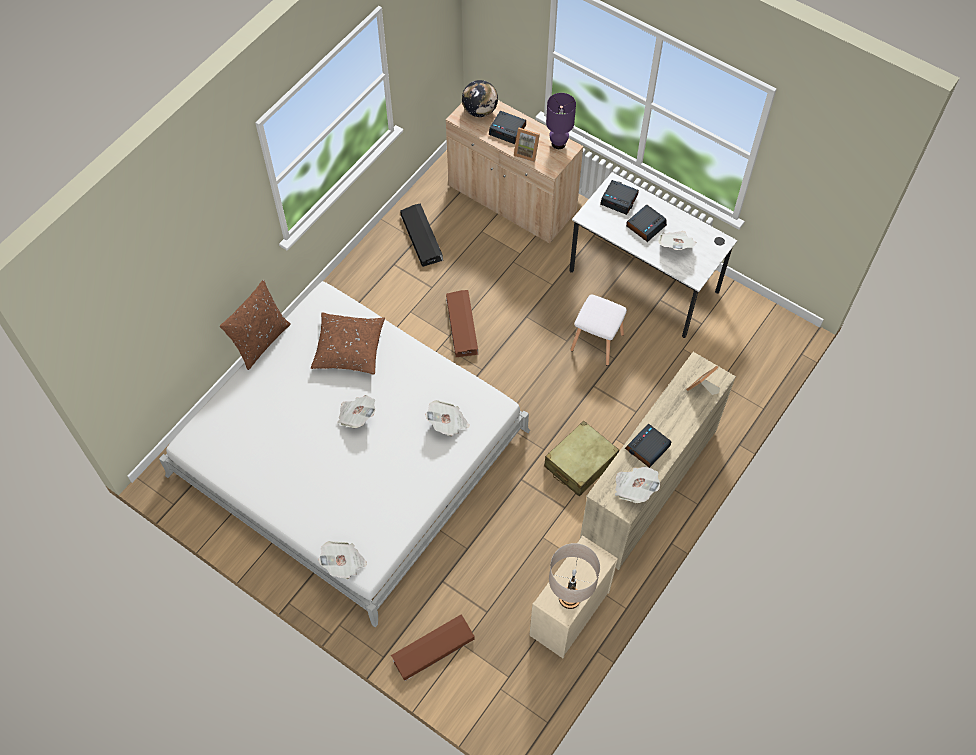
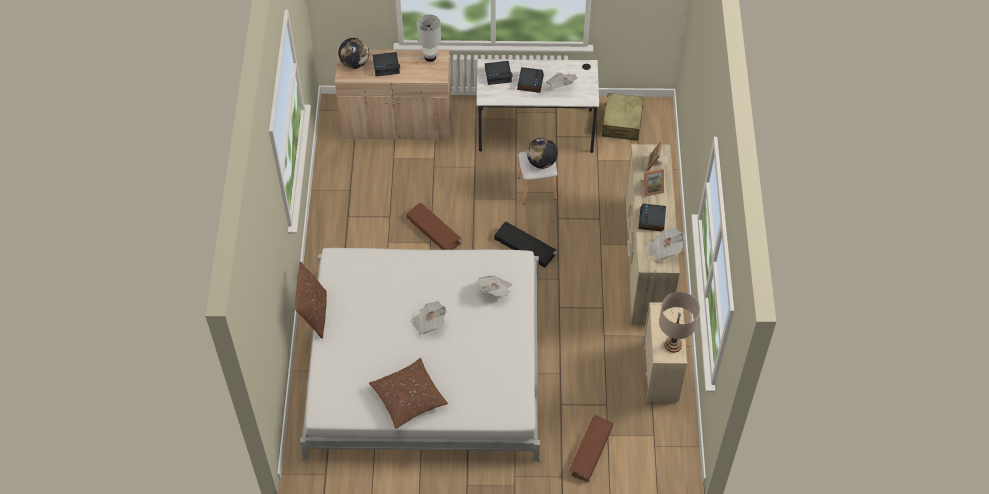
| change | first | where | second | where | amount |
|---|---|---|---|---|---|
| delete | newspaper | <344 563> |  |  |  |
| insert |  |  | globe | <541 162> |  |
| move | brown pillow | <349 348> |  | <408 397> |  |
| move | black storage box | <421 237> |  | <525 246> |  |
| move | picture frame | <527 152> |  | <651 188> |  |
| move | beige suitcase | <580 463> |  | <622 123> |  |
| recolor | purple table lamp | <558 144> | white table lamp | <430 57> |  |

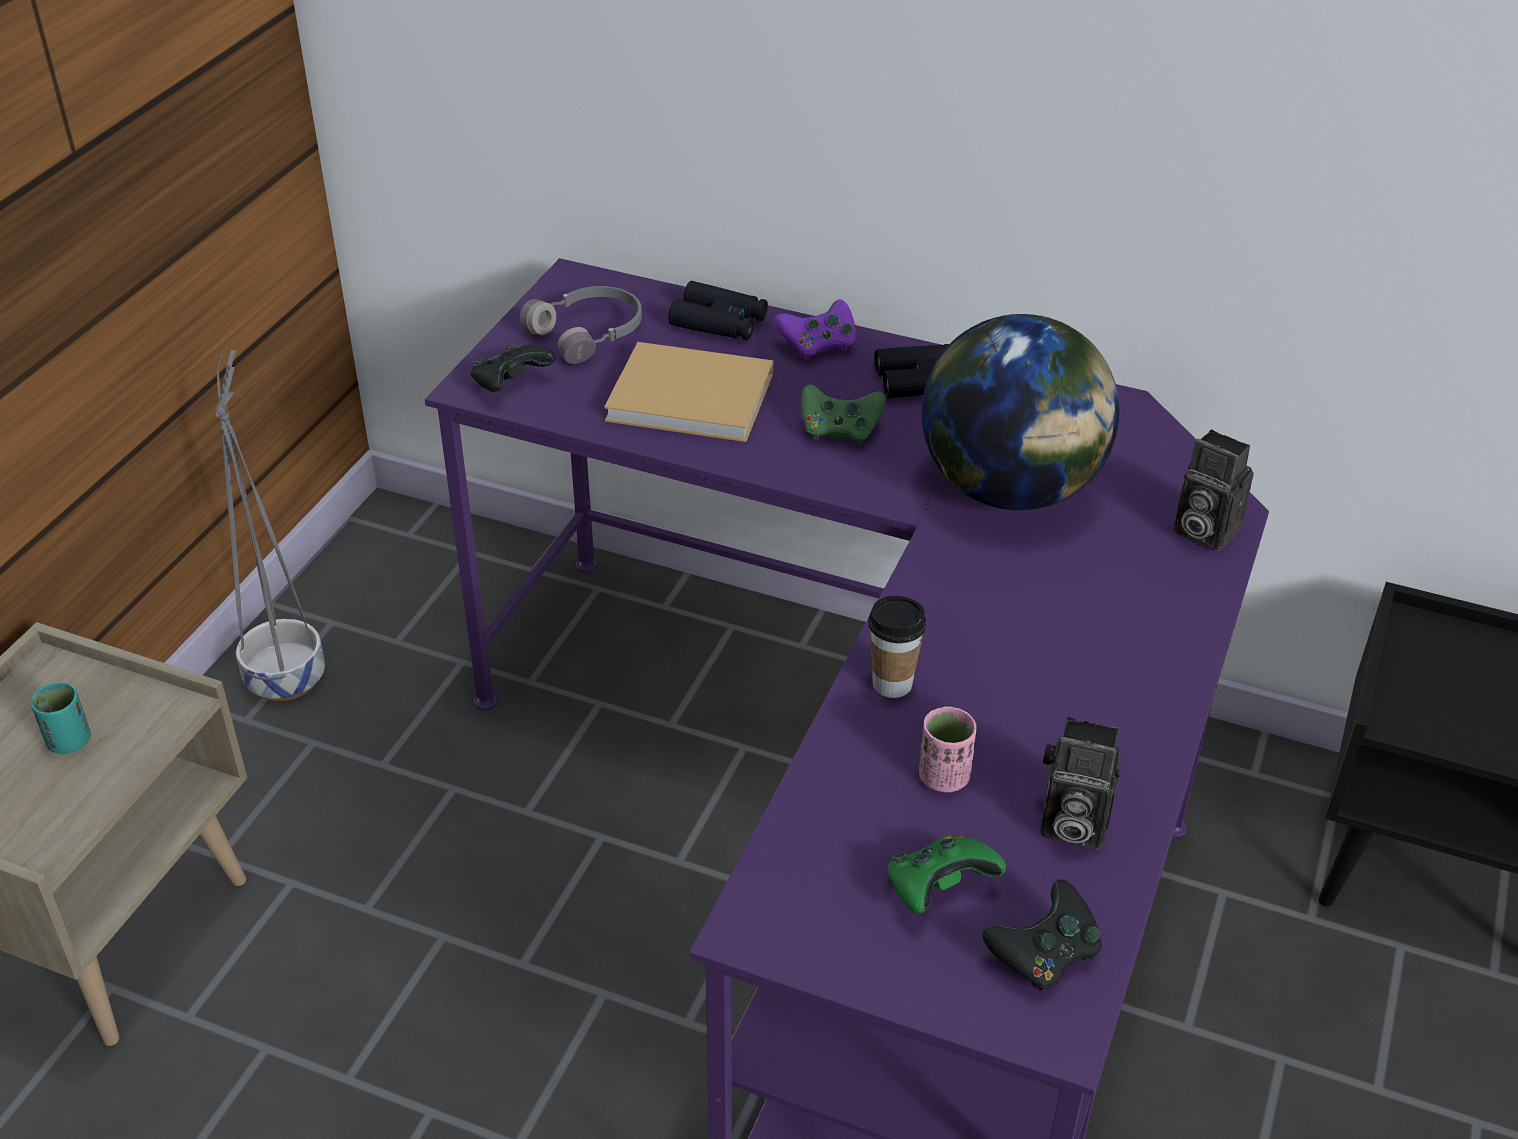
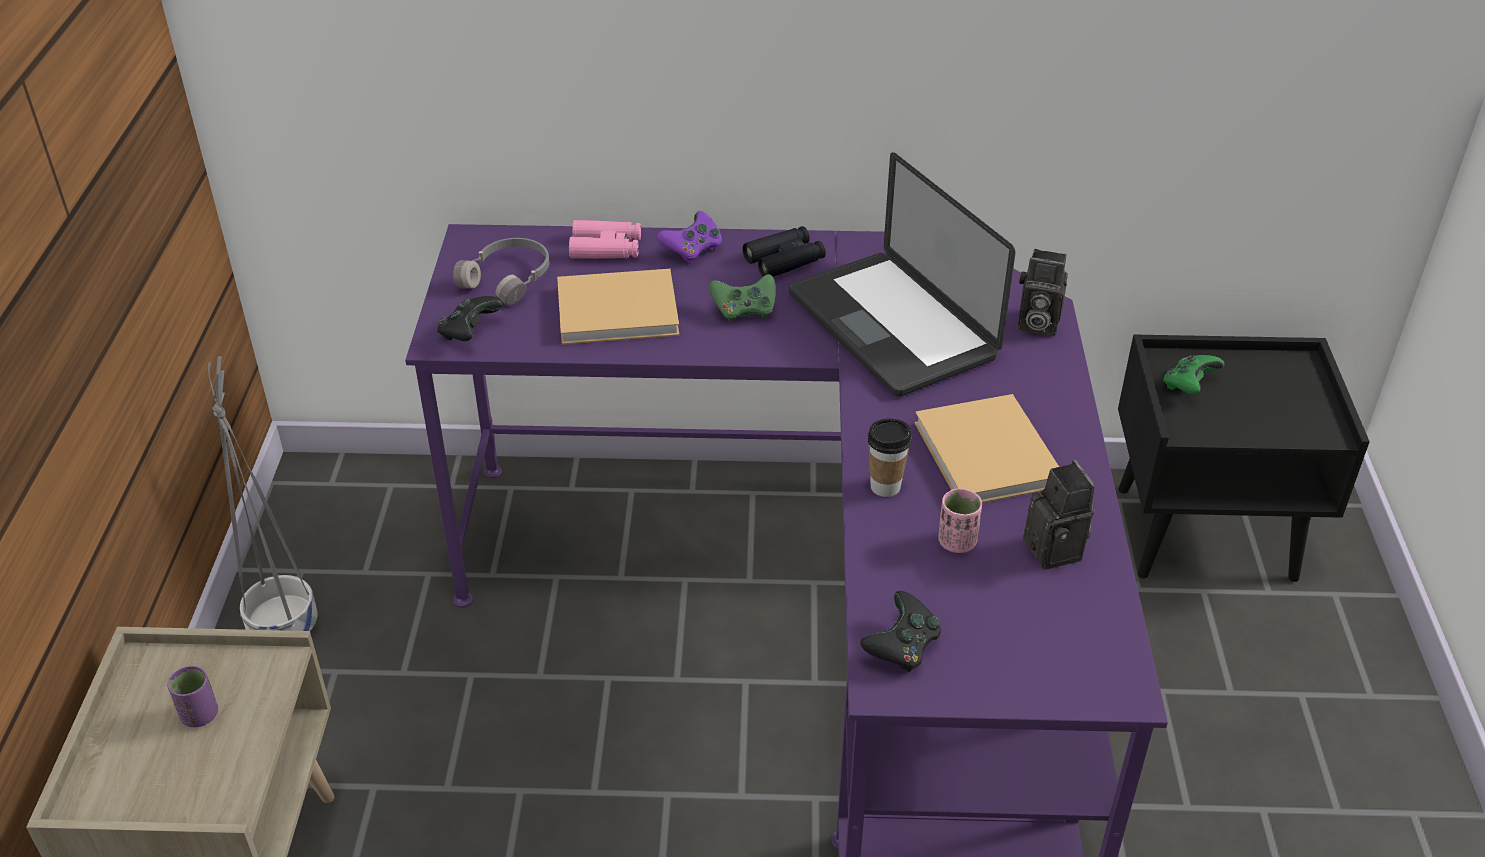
| change | first | where | second | where | amount |
|---|---|---|---|---|---|
| insert |  |  | beige book | <988 457> |  |
| move | green game controller | <938 889> |  | <1188 385> |  |
| move | black game controller | <1043 956> |  | <902 648> |  |
| replace | globe | <1011 489> | laptop | <891 326> |  |
| recolor | turquoise cup | <69 742> | purple cup | <200 715> |  |
| recolor | black binoculars | <719 322> | pink binoculars | <606 248> |  |
| rotate | photo camera | <1069 824> |  | <1058 551> | 105 degrees counterclockwise |

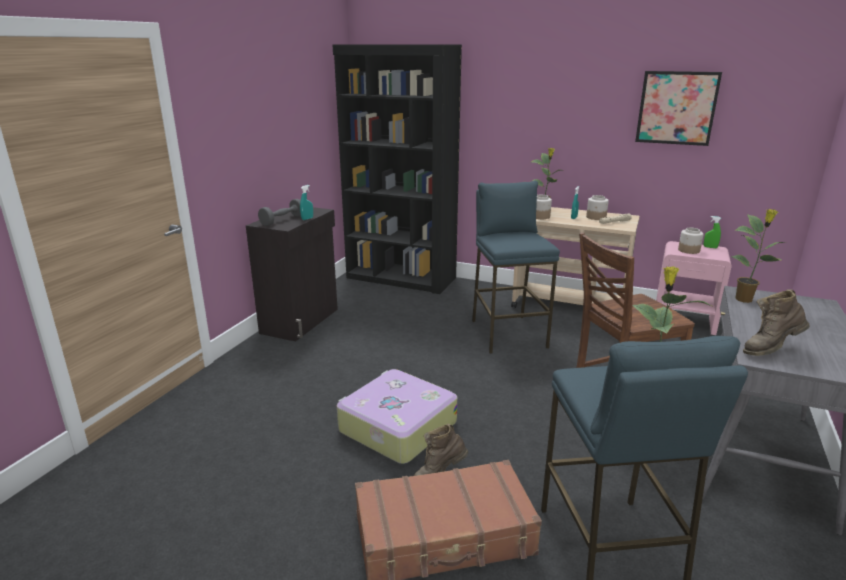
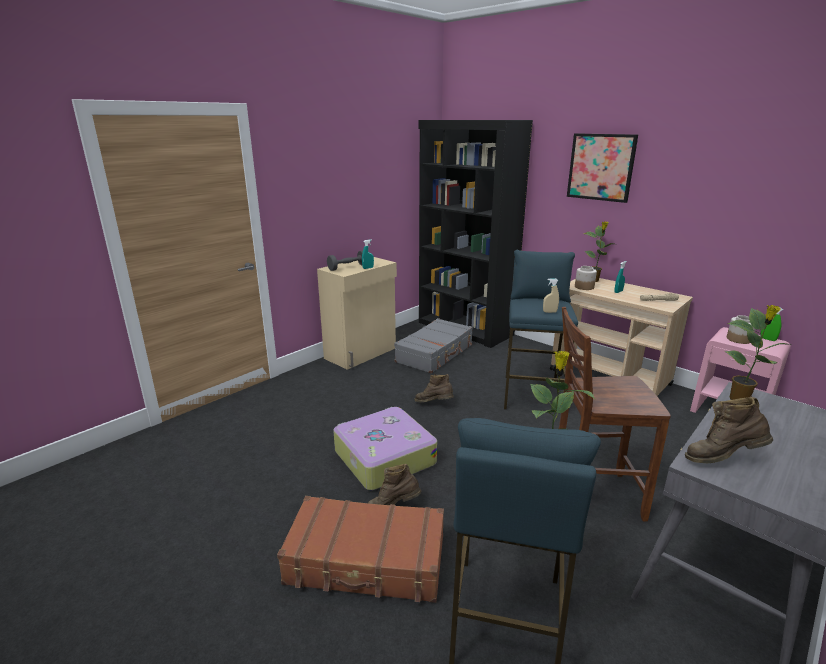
| change | first | where | second | where | amount |
|---|---|---|---|---|---|
| delete | jar | <596 217> |  |  |  |
| insert |  |  | grey suitcase | <435 353> |  |
| insert |  |  | brown boot | <434 404> |  |
| insert |  |  | beige spray bottle | <549 312> |  |
| move | picture | <676 108> |  | <601 167> |  |
| recolor | black cabinet | <301 321> | beige cabinet | <361 353> |  |

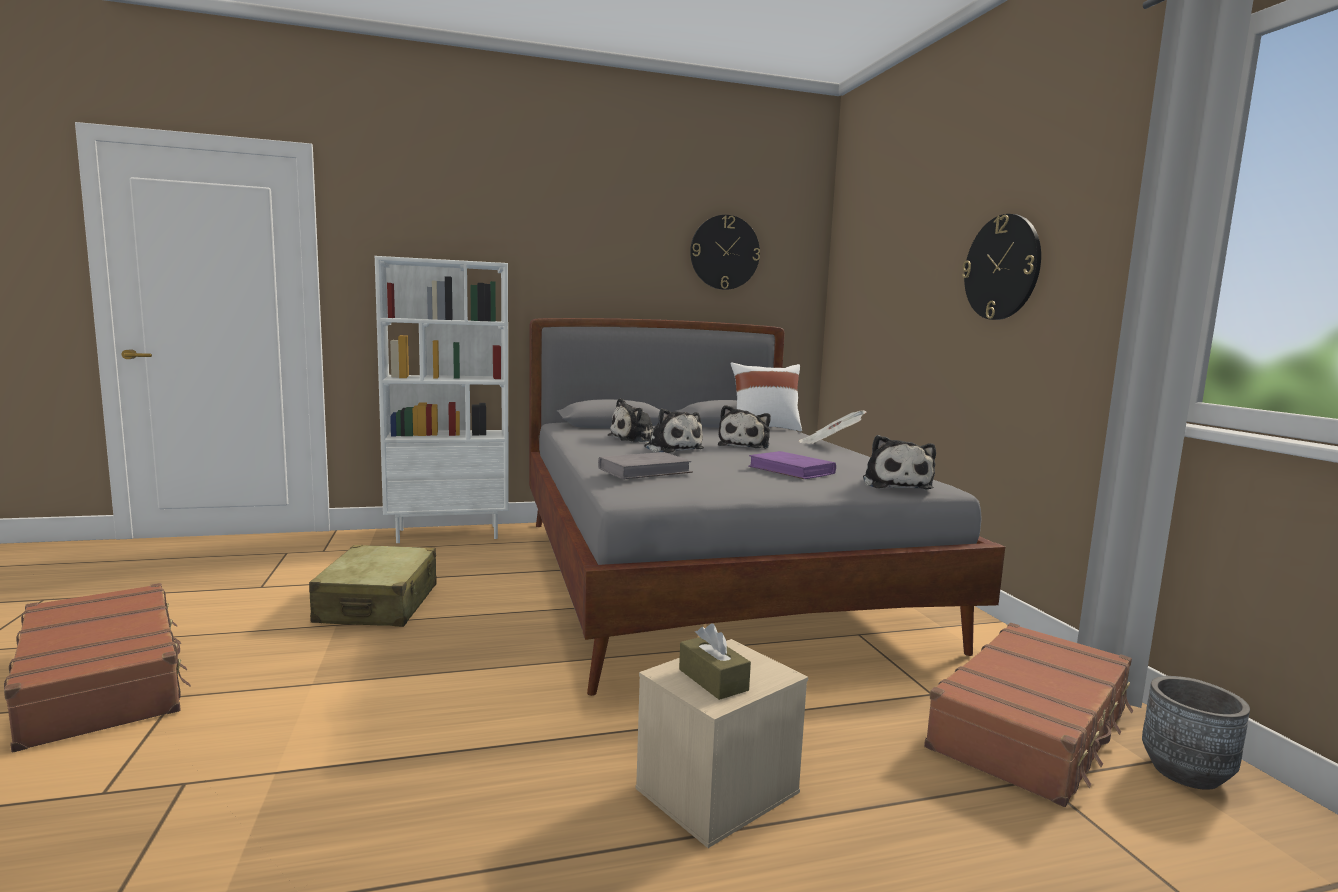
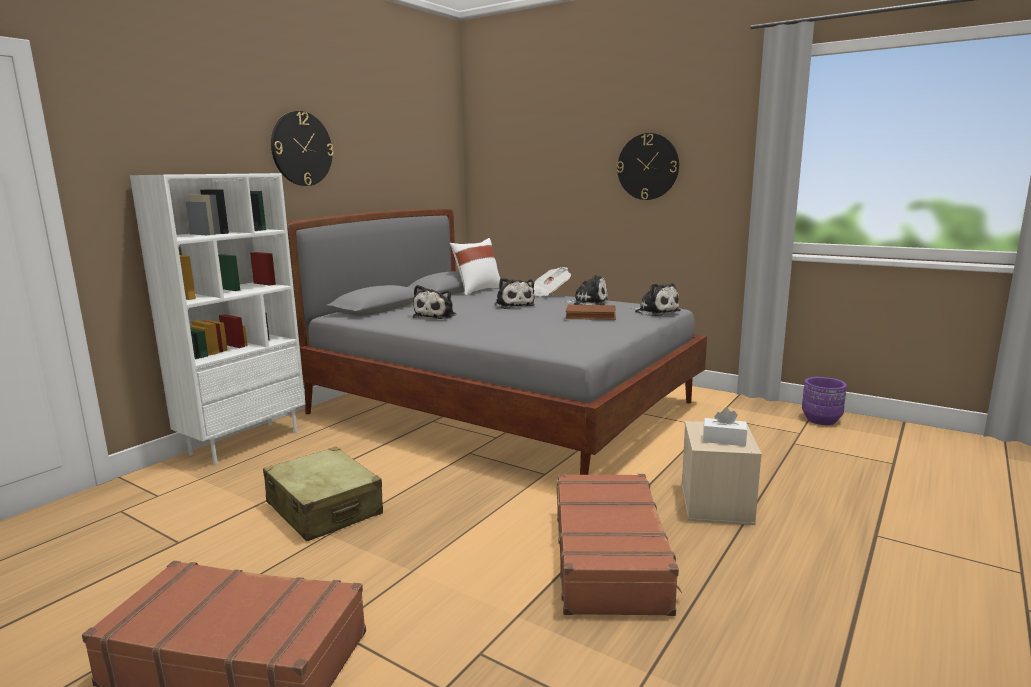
| change | first | where | second | where | amount |
|---|---|---|---|---|---|
| delete | grey book | <645 471> |  |  |  |
| move | plush toy | <671 449> |  | <588 303> |  |
| move | wall clock | <724 252> |  | <301 149> |  |
| move | brown suitcase | <1032 729> |  | <610 557> |  |
| recolor | brown tissue box | <713 680> | white tissue box | <724 440> |  |
| recolor | purple book | <791 470> | brown book | <591 316> |  |
| recolor | grey planter | <1186 772> | purple planter | <821 420> |  |

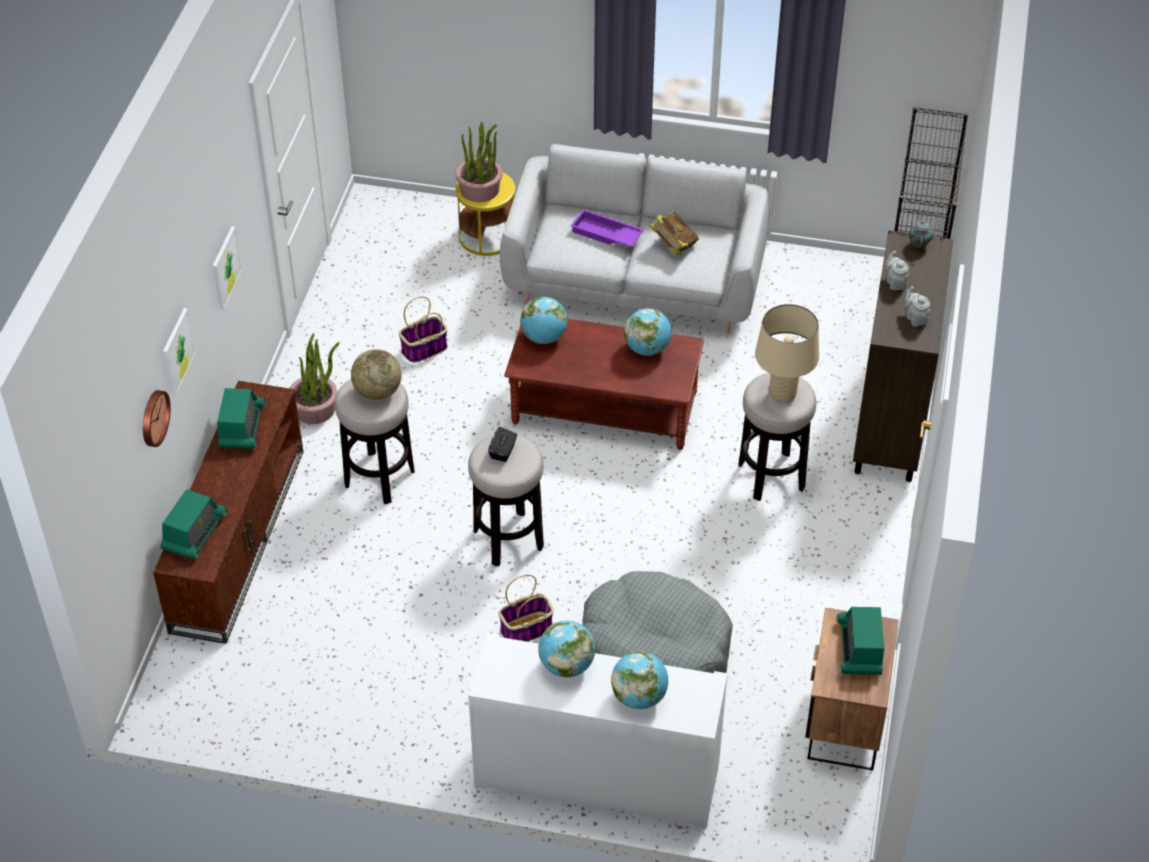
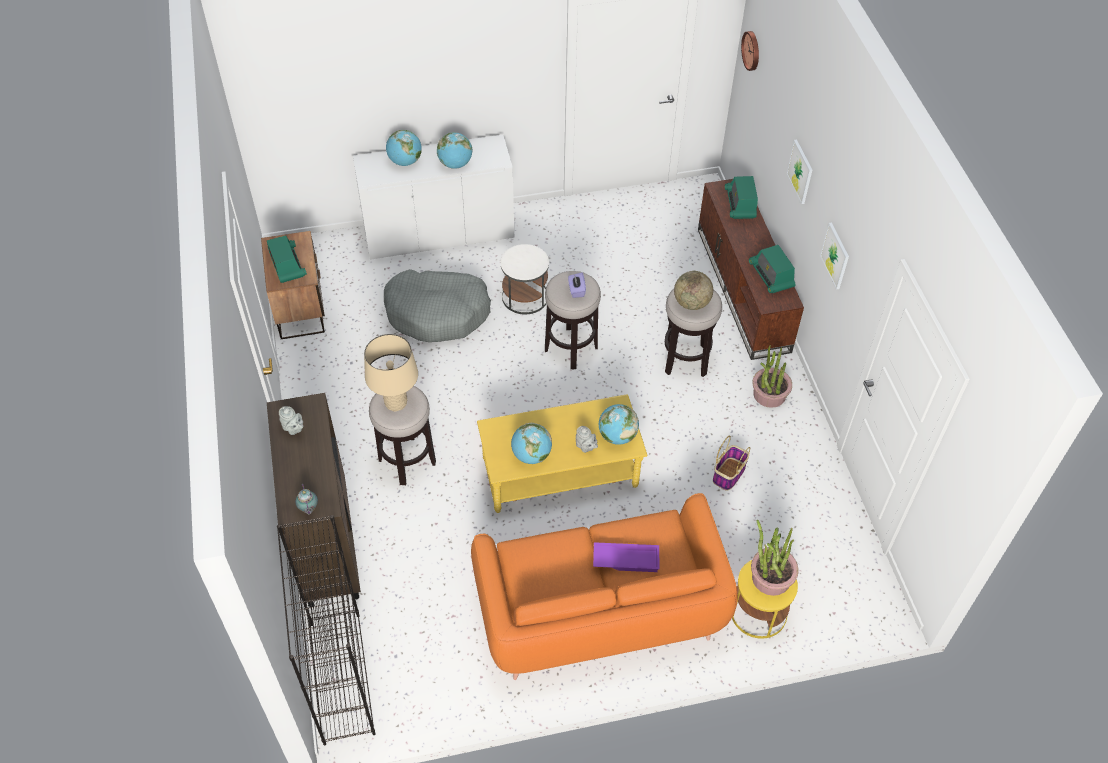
| change | first | where | second | where | amount |
|---|---|---|---|---|---|
| delete | book | <673 245> |  |  |  |
| move | wall clock | <153 418> |  | <752 50> |  |
| move | grey teapot | <895 282> |  | <585 447> |  |
| replace | basket | <526 629> | white side table | <525 296> |  |
| recolor | black tissue box | <503 451> | purple tissue box | <576 290> |  |
| recolor | grey sofa | <635 283> | orange sofa | <600 610> |  |
| recolor | brown coffee table | <604 409> | yellow coffee table | <559 473> |  |

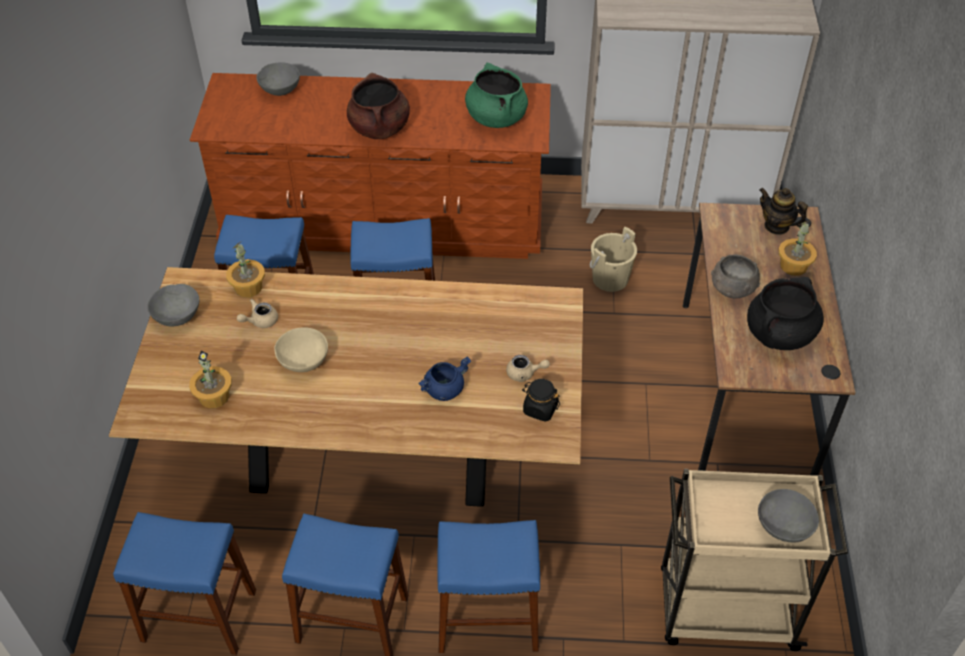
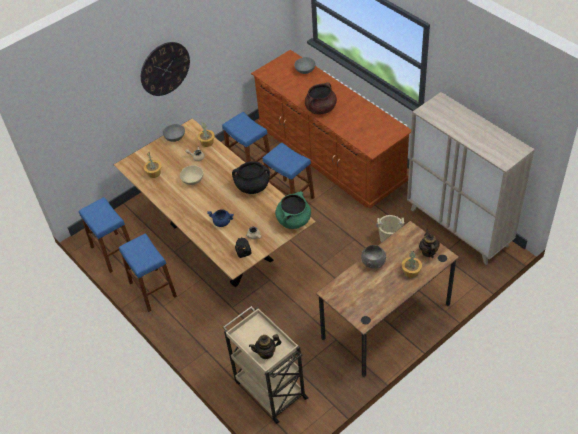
| change | first | where | second | where | amount |
|---|---|---|---|---|---|
| delete | blue stool | <487 619> |  |  |  |
| insert |  |  | wall clock | <165 68> |  |
| move | green cooking pot | <496 117> |  | <294 220> |  |
| move | black cooking pot | <779 334> |  | <252 187> |  |
| replace | grey bowl | <783 527> | teapot | <266 353> |  |

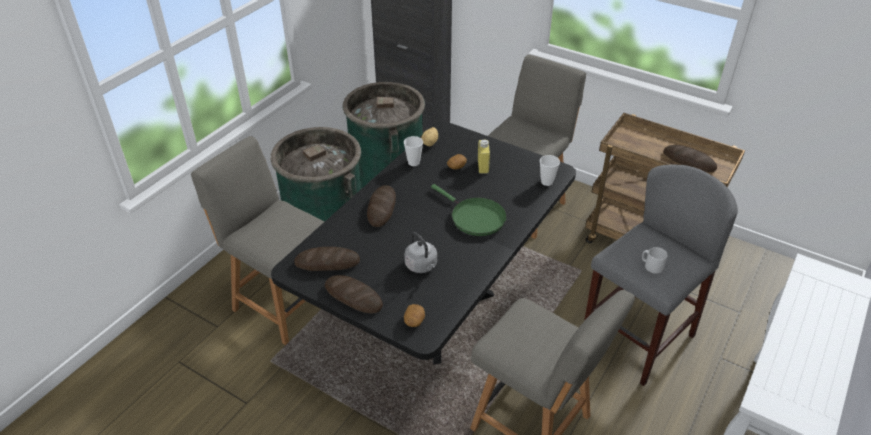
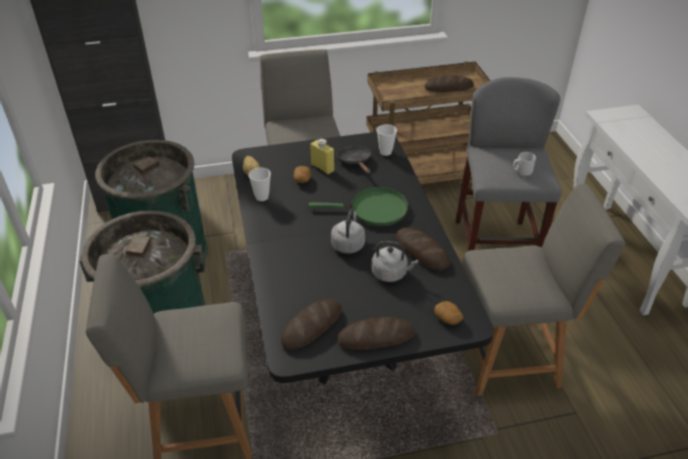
| change | first | where | second | where | amount |
|---|---|---|---|---|---|
| insert |  |  | grey kettle | <348 244> |  |
| insert |  |  | black frying pan | <355 162> |  |
| move | bread | <382 208> |  | <421 251> |  |

